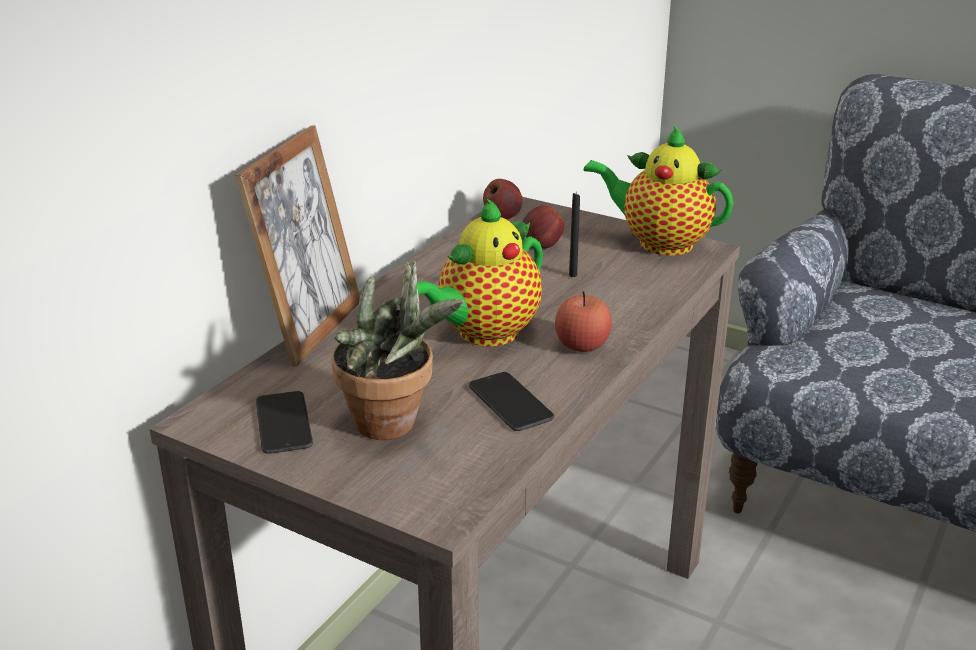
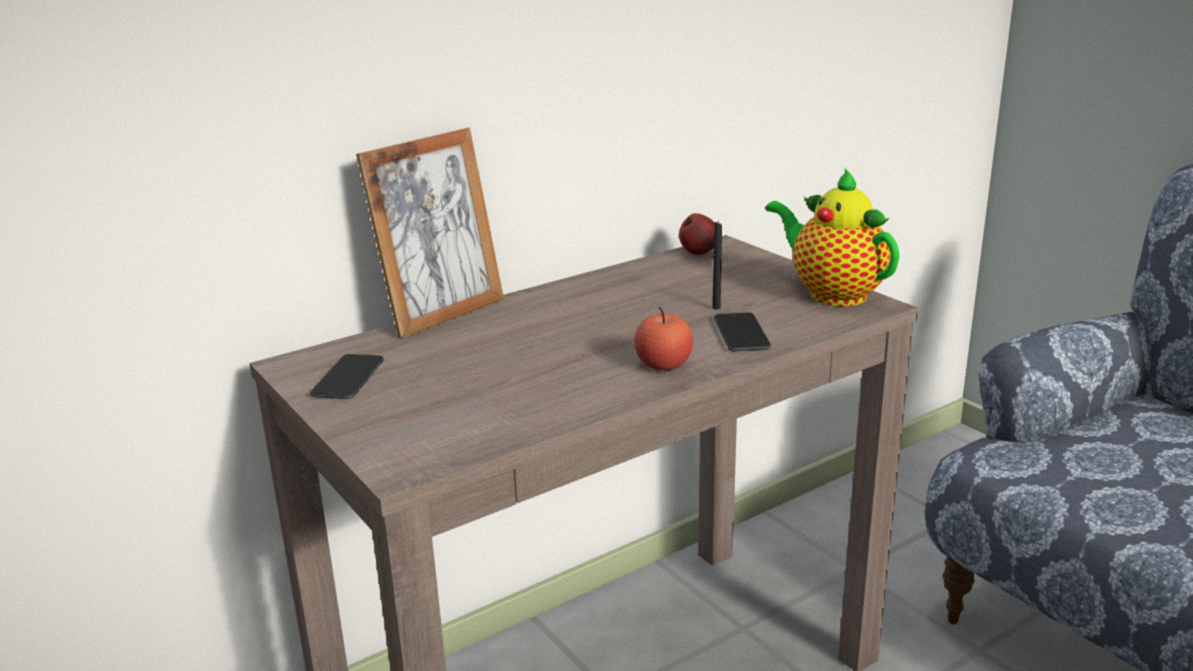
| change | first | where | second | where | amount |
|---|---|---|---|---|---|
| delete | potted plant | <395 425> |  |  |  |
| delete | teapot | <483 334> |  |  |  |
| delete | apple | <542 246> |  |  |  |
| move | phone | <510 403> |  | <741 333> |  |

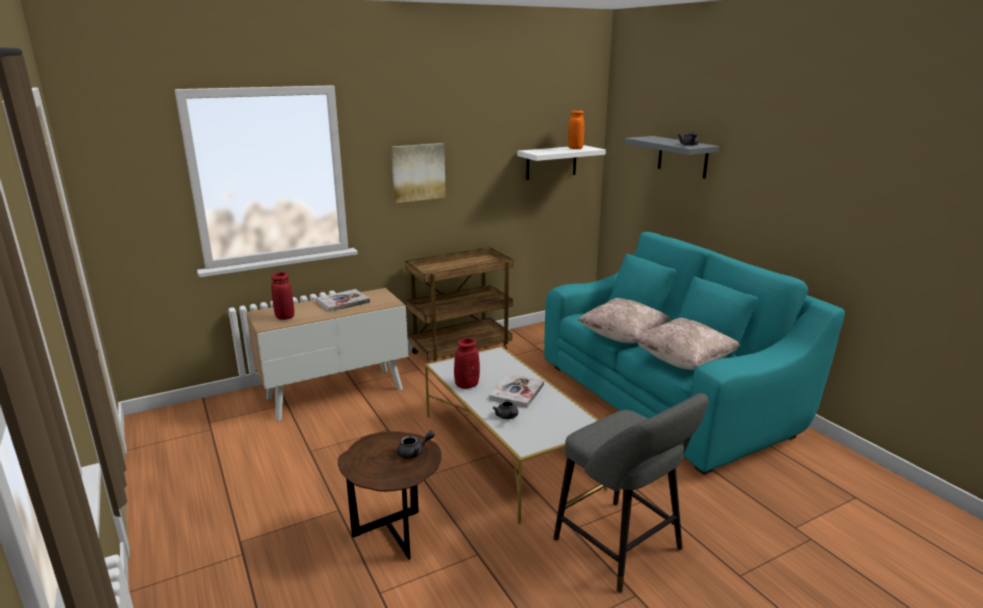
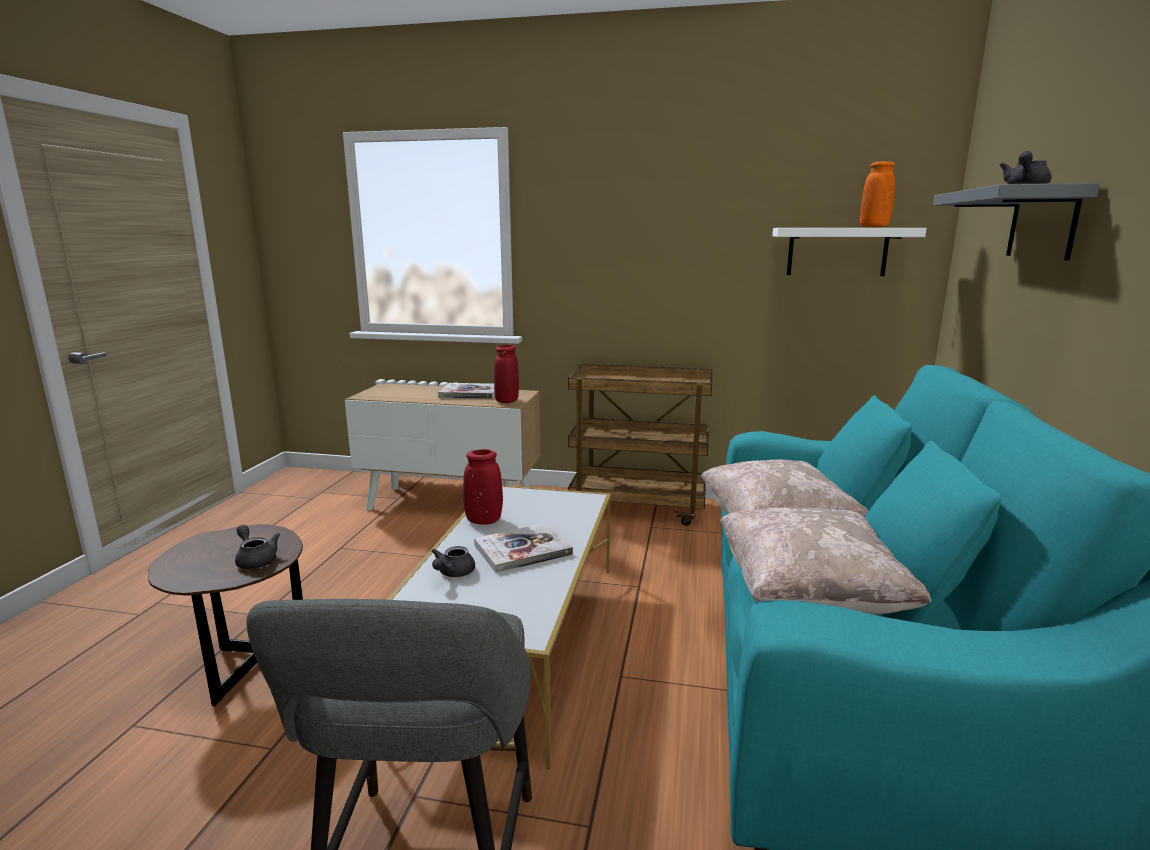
| change | first | where | second | where | amount |
|---|---|---|---|---|---|
| delete | picture | <418 172> |  |  |  |
| move | red vase | <285 317> |  | <507 401> |  |
| rotate | grey teapot | <414 452> |  | <255 560> | 150 degrees counterclockwise |

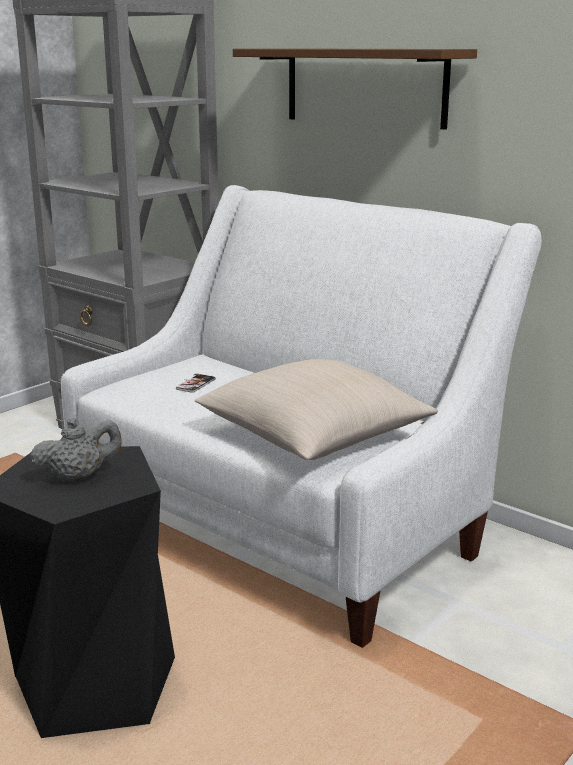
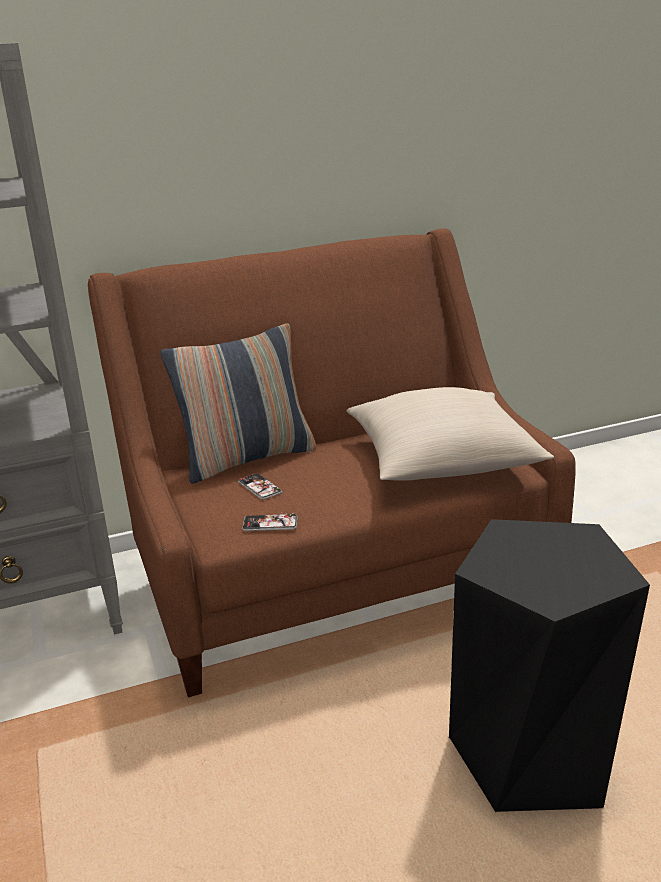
| change | first | where | second | where | amount |
|---|---|---|---|---|---|
| delete | grey teapot | <79 477> |  |  |  |
| delete | brown shelf | <364 86> |  |  |  |
| insert |  |  | pillow | <247 459> |  |
| insert |  |  | phone | <270 524> |  |
| recolor | white sofa | <287 524> | brown sofa | <336 576> |  |

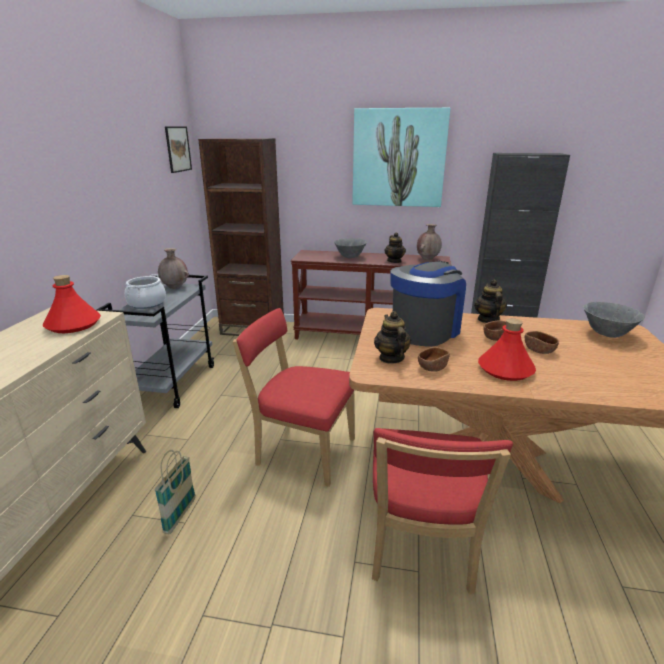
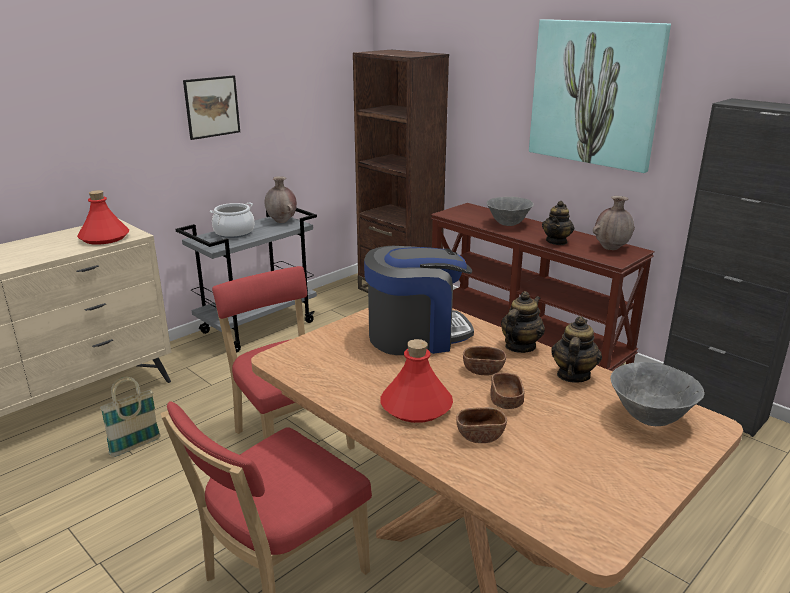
| change | first | where | second | where | amount |
|---|---|---|---|---|---|
| move | picture | <178 149> |  | <212 107> |  |
| move | teapot | <391 358> |  | <573 375> |  |
| move | brown bowl | <432 367> |  | <480 435> |  |

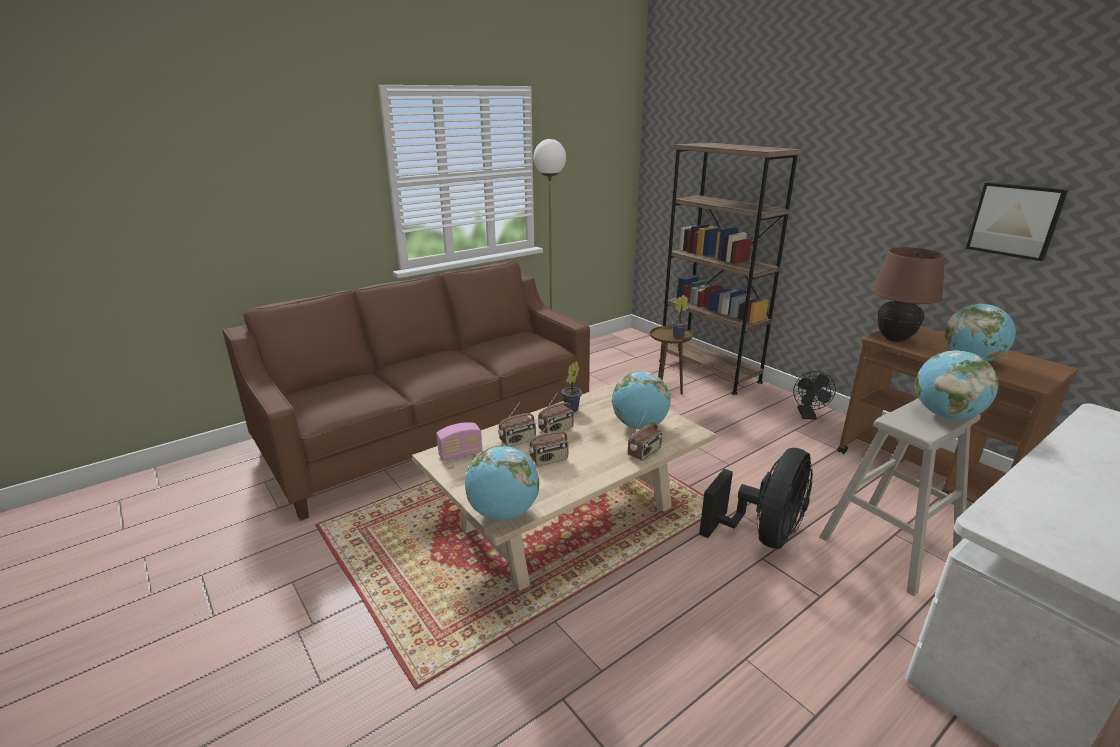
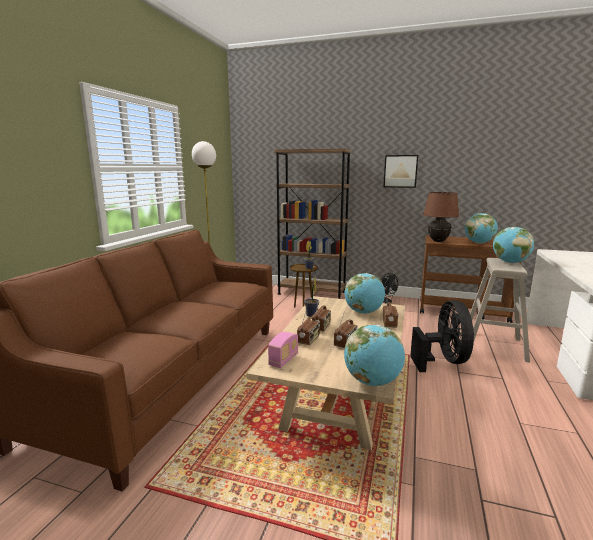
| change | first | where | second | where | amount |
|---|---|---|---|---|---|
| move | picture | <1015 220> |  | <400 171> |  |

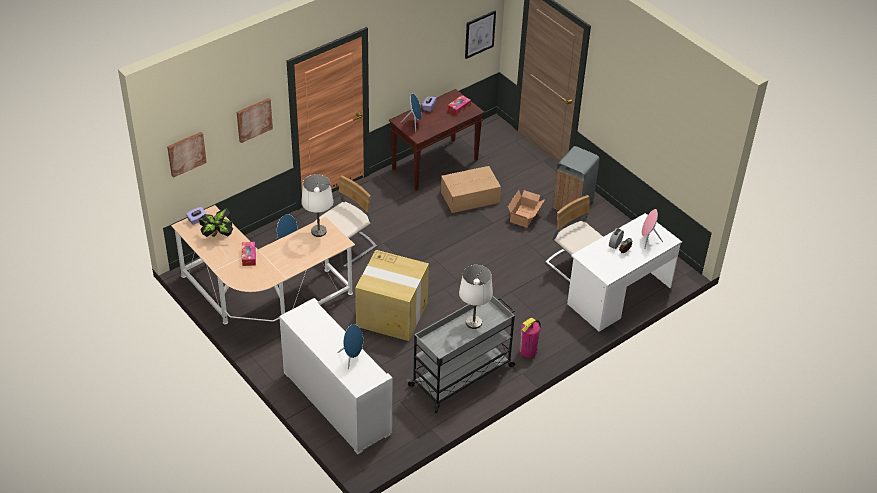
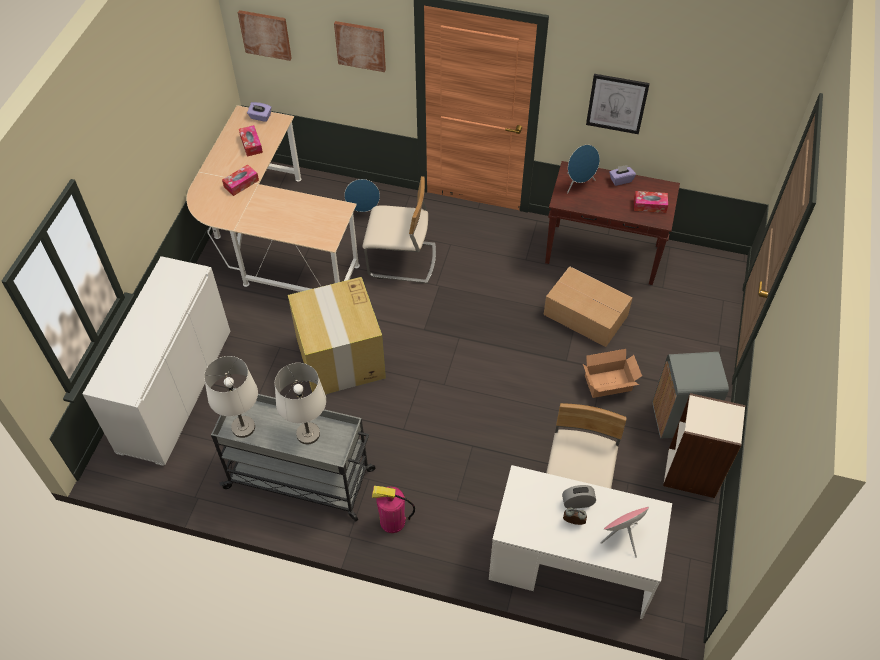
| change | first | where | second | where | amount |
|---|---|---|---|---|---|
| delete | blue speaker | <352 358> |  |  |  |
| insert |  |  | bookcase | <692 473> |  |
| move | white table lamp | <319 231> |  | <243 427> |  |
| move | picture | <479 34> |  | <617 103> |  |
| replace | potted plant | <218 236> | tissue box | <251 144> |  |

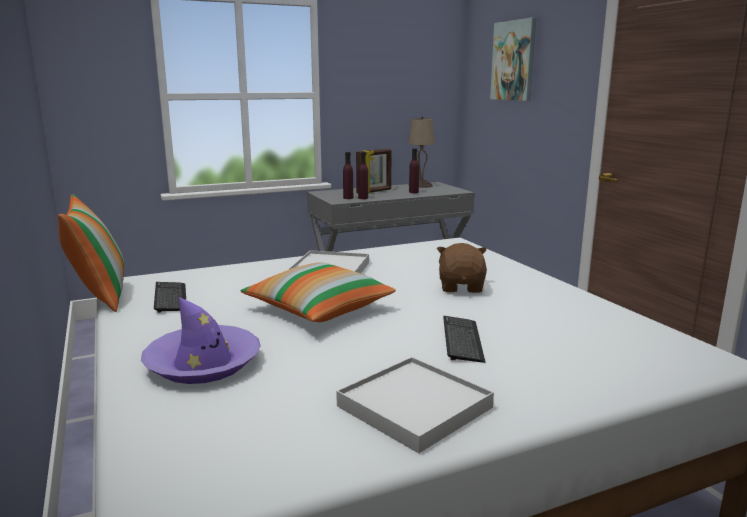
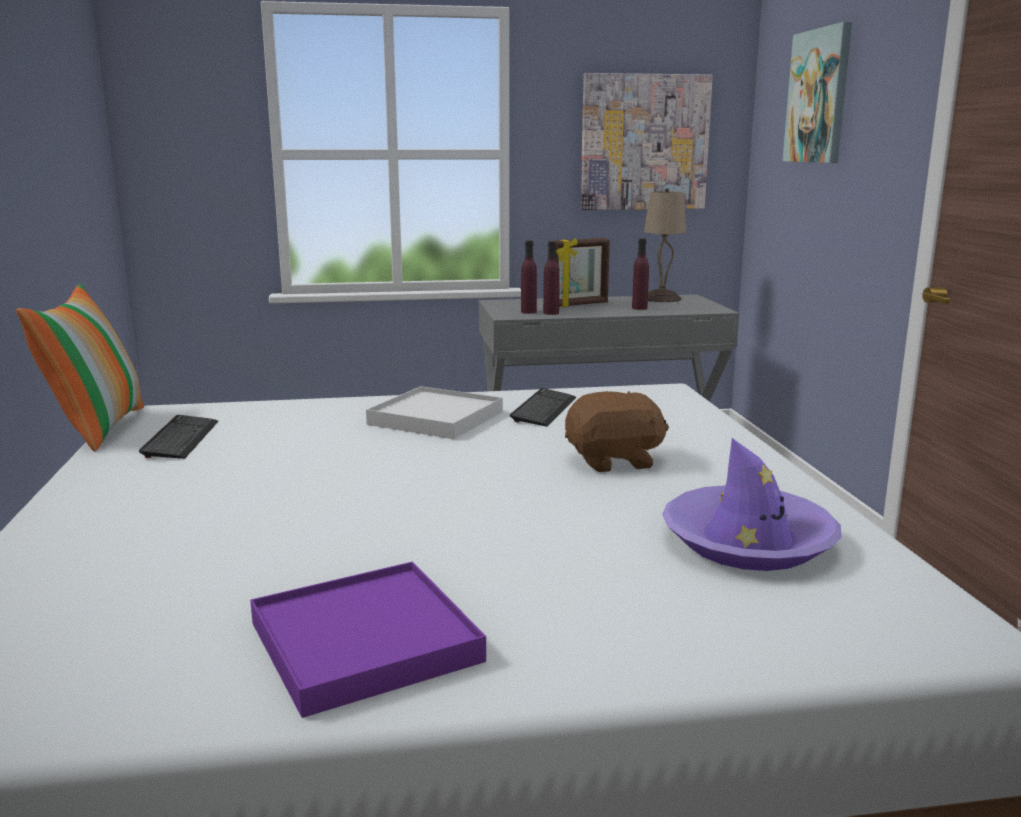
| change | first | where | second | where | amount |
|---|---|---|---|---|---|
| delete | pillow | <318 310> |  |  |  |
| insert |  |  | picture | <644 142> |  |
| move | purple hat | <203 364> |  | <748 542> |  |
| move | keyboard | <462 340> |  | <544 409> |  |
| recolor | white tray | <415 407> | purple tray | <365 642> |  |
| rotate | brown plush toy | <461 287> |  | <614 461> | 60 degrees clockwise |

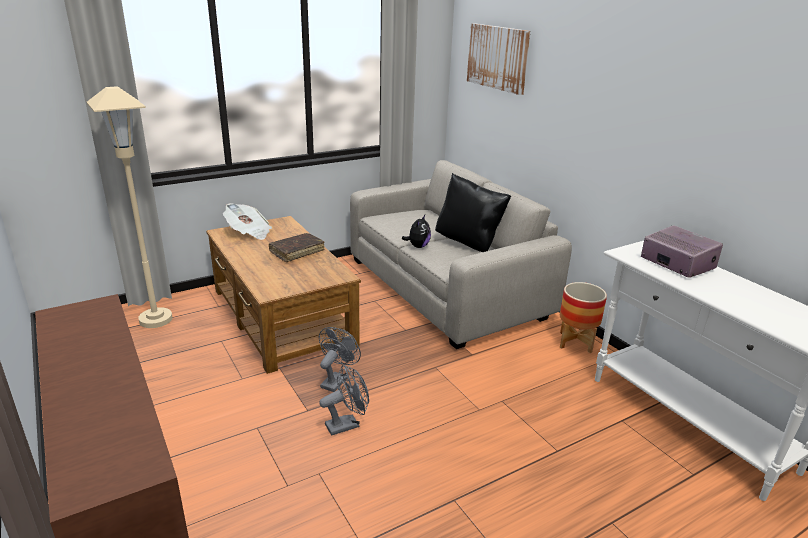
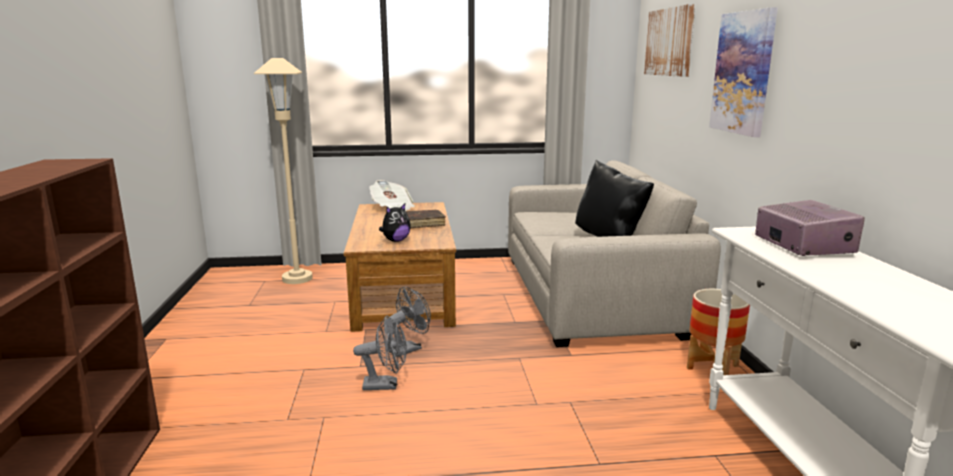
| change | first | where | second | where | amount |
|---|---|---|---|---|---|
| insert |  |  | picture | <743 73> |  |
| move | plush toy | <418 246> |  | <396 240> |  |

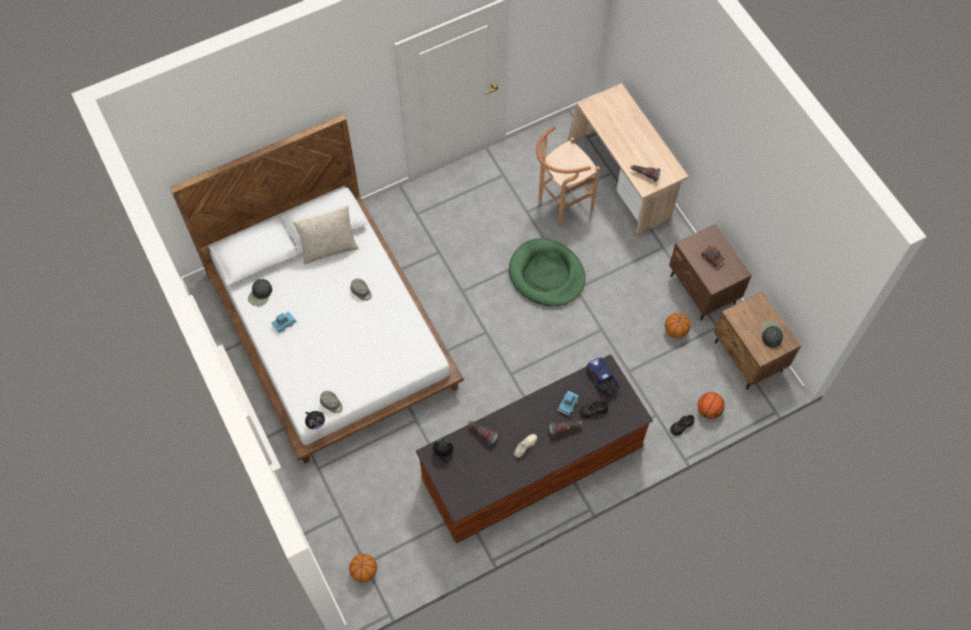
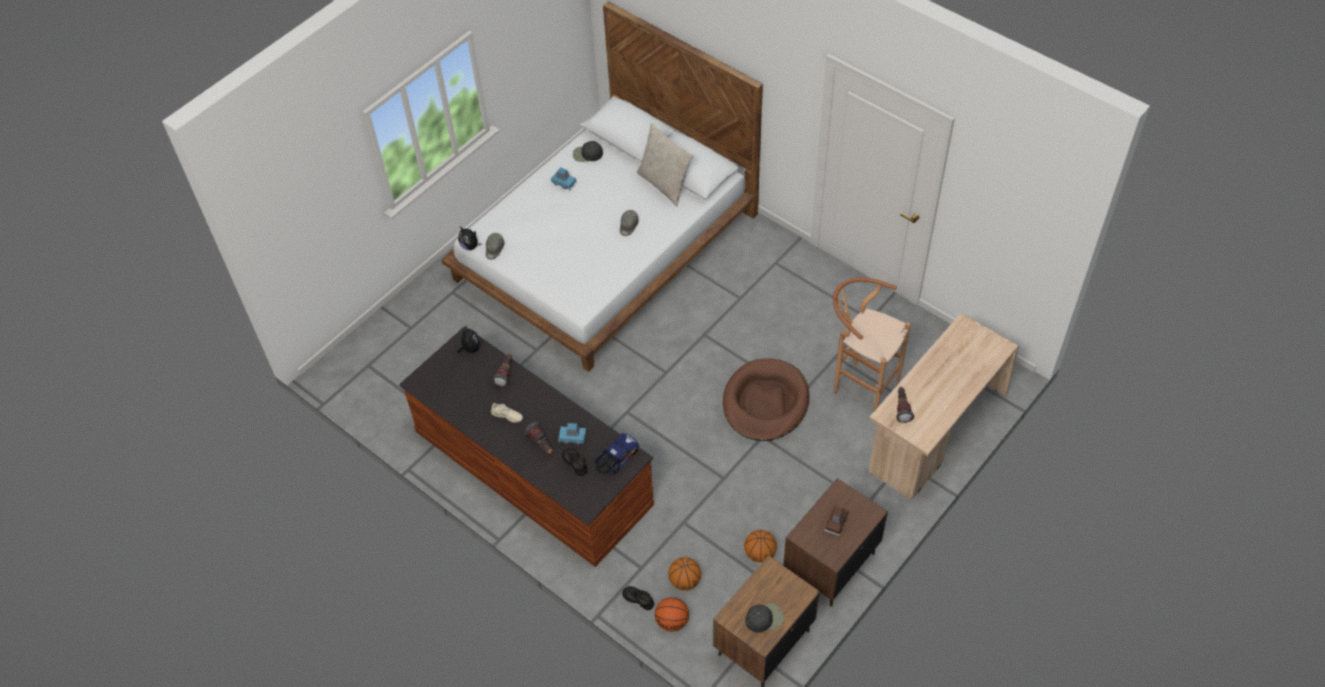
| change | first | where | second | where | amount |
|---|---|---|---|---|---|
| move | basketball | <364 571> |  | <684 581> |  |
| recolor | green dog bed | <546 275> | brown dog bed | <765 402> |  |

